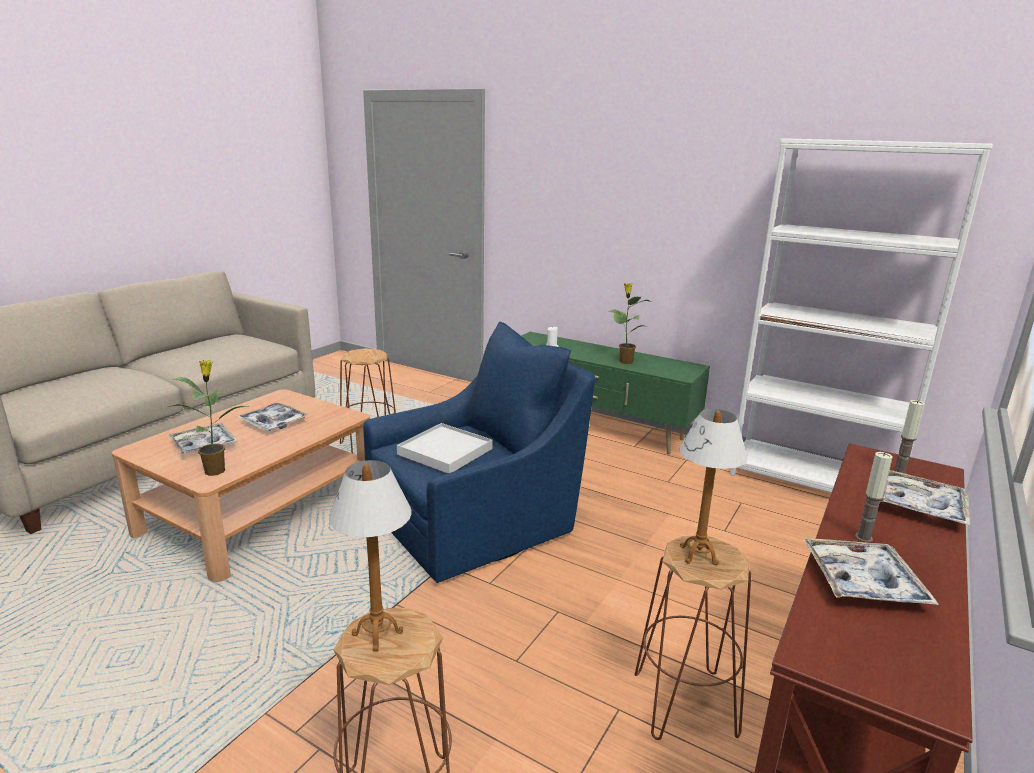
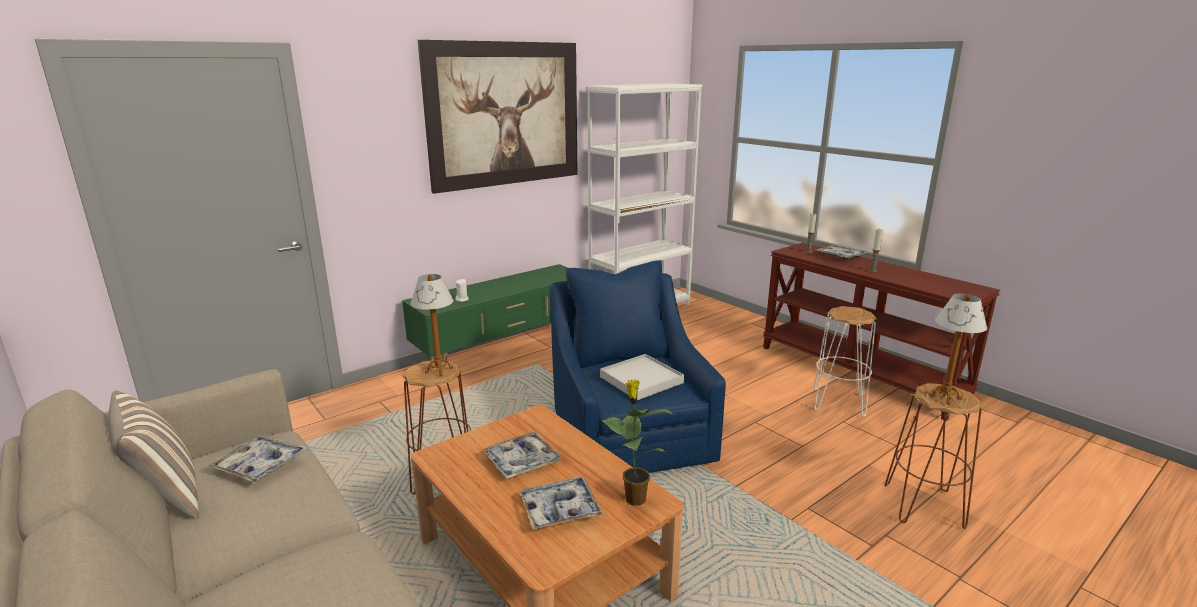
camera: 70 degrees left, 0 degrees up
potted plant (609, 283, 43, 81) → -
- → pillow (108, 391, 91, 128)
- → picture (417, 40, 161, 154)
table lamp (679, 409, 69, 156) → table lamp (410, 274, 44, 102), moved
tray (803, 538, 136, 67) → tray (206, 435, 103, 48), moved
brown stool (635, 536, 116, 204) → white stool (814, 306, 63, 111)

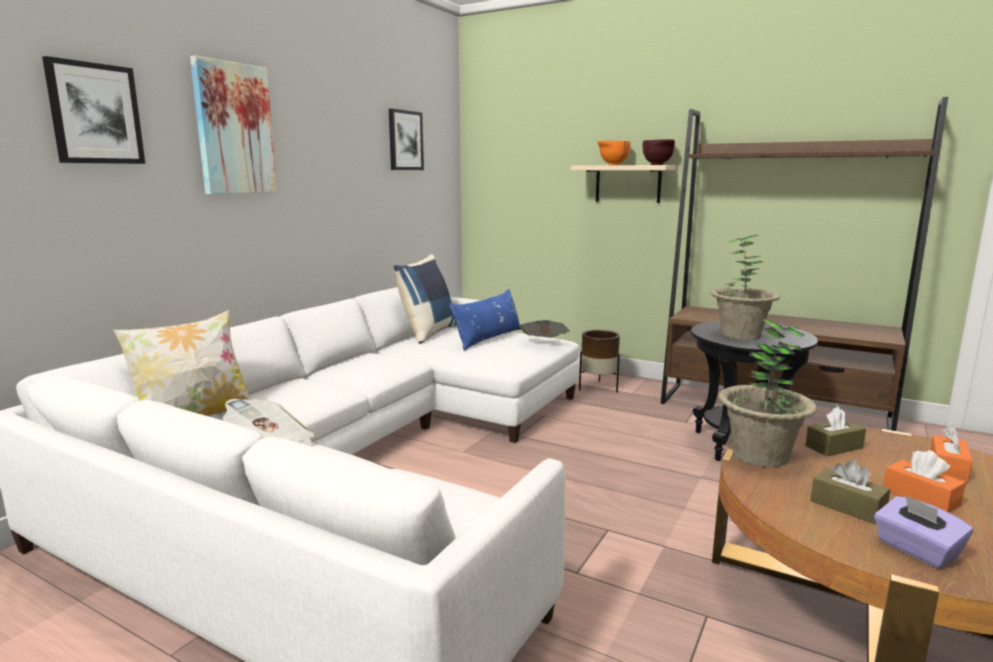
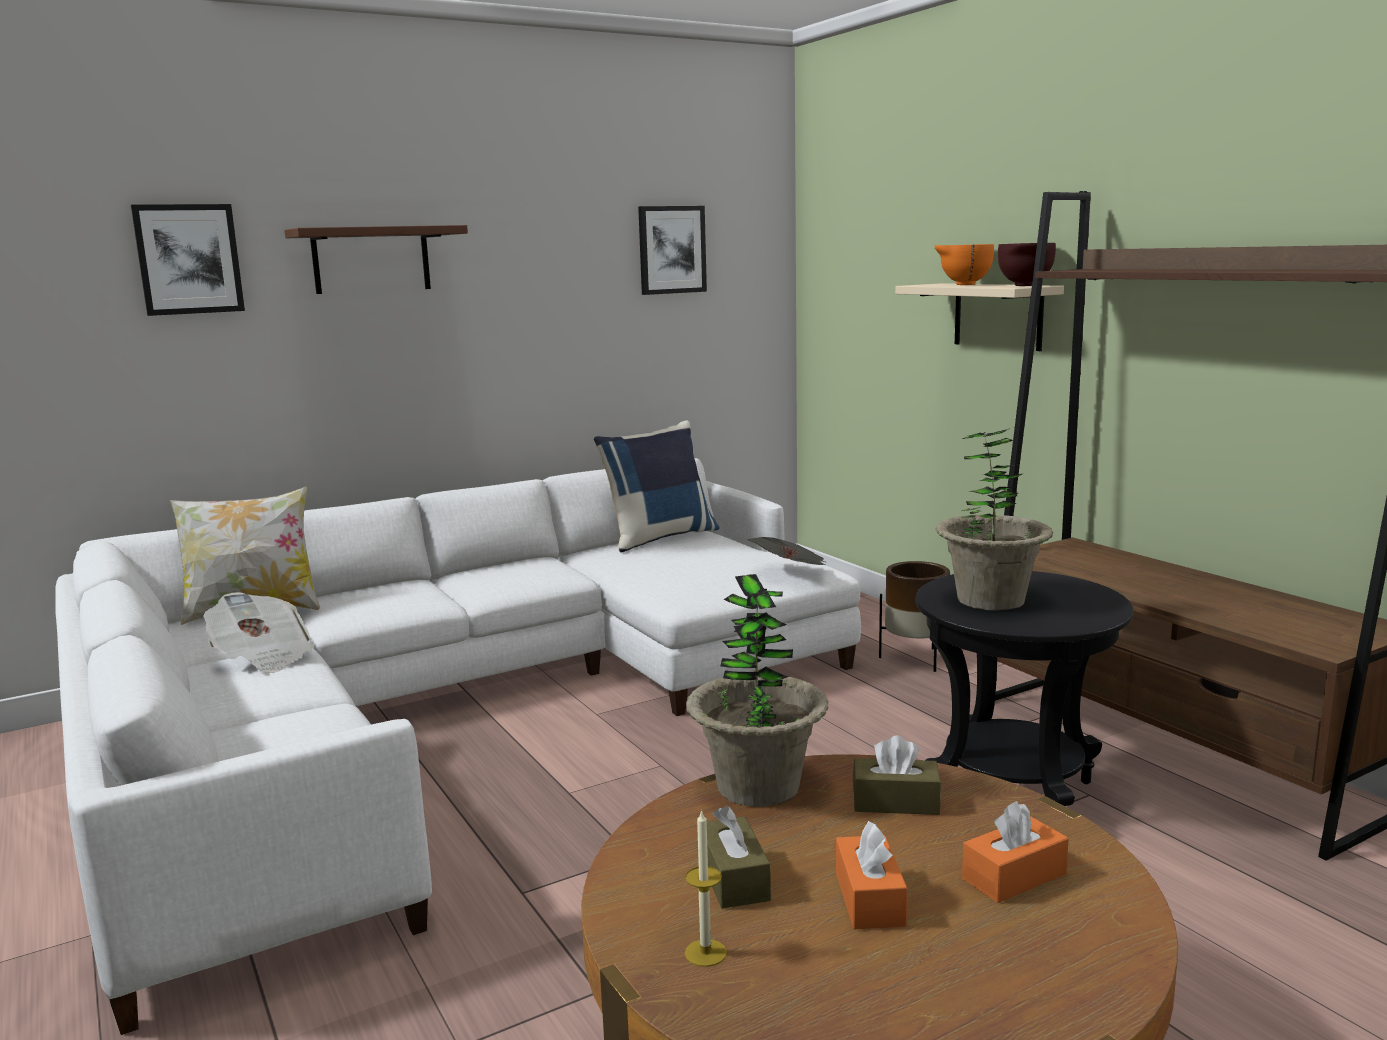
camera: 30 degrees right, 0 degrees up
blue pillow (449, 289, 73, 62) → -
picture (190, 55, 87, 139) → brown shelf (284, 225, 184, 69)
purple tissue box (874, 495, 99, 73) → candle (685, 809, 42, 158)

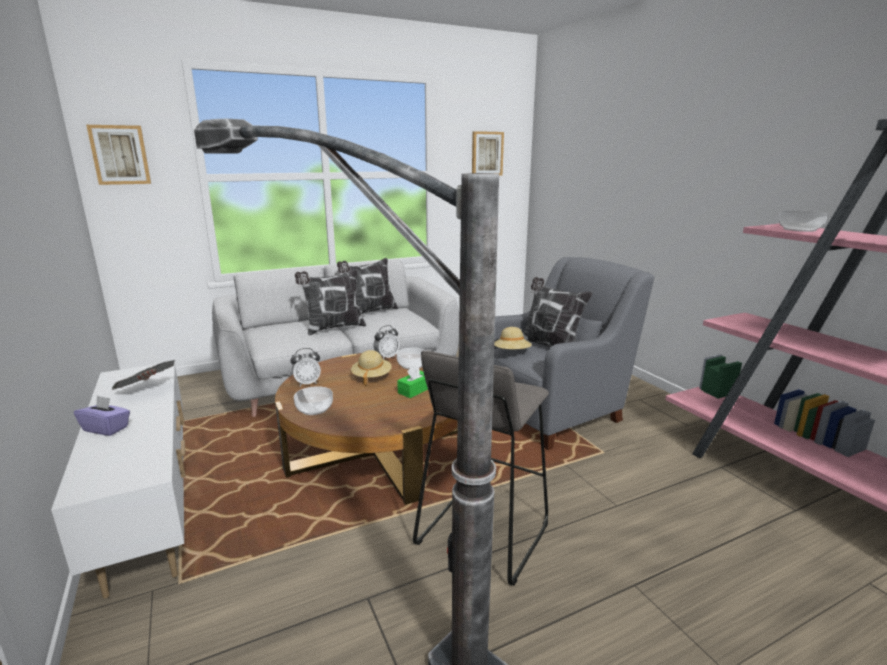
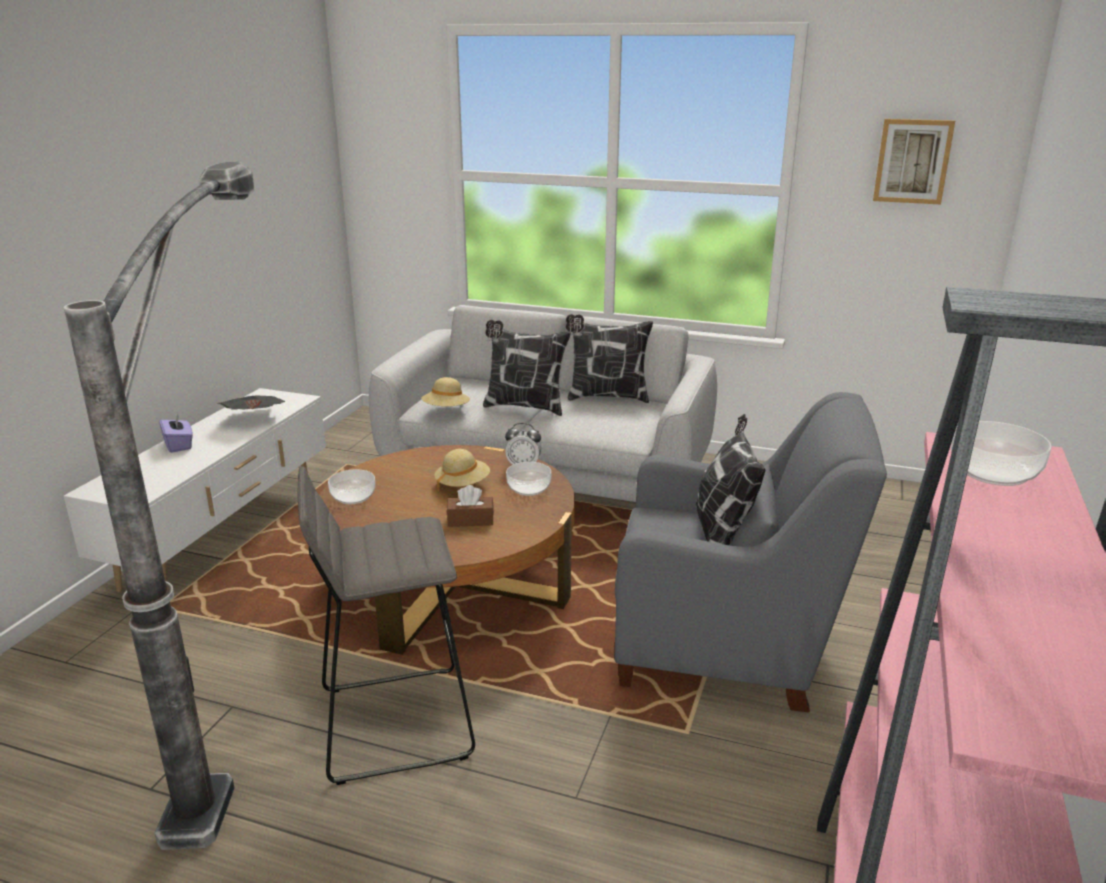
camera: 45 degrees right, 5 degrees up
picture (86, 125, 65, 60) → -
alarm clock (290, 348, 31, 38) → -
beige hat (494, 327, 38, 22) → beige hat (421, 377, 49, 29), moved
green tissue box (397, 364, 31, 34) → brown tissue box (447, 485, 47, 42)

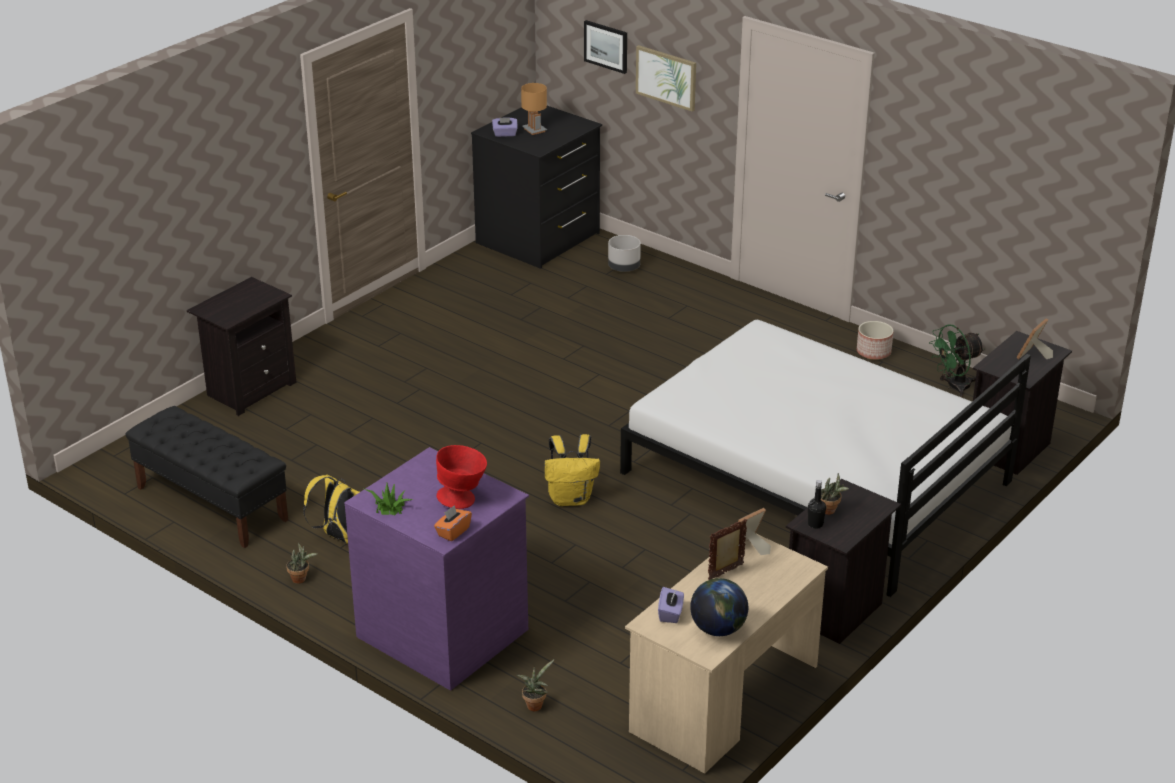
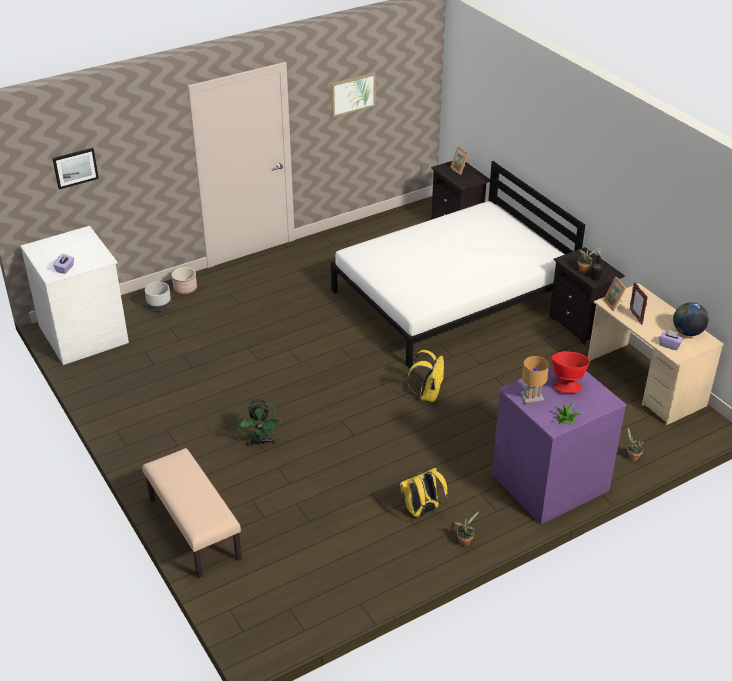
camera: 70 degrees left, 5 degrees up
black bench (126, 406, 162, 142) → -
orange tissue box (434, 505, 38, 36) → -
brown table lamp (521, 83, 26, 52) → brown table lamp (521, 356, 28, 48), moved
picture (636, 45, 60, 67) → picture (331, 72, 45, 45), moved
planter (857, 321, 36, 39) → planter (172, 267, 25, 27), moved
green fan (929, 324, 56, 73) → green fan (238, 398, 42, 48), moved
black nightstand (187, 277, 109, 139) → beige bench (142, 448, 100, 130)
black dresser (471, 106, 131, 163) → white dresser (21, 226, 108, 139)

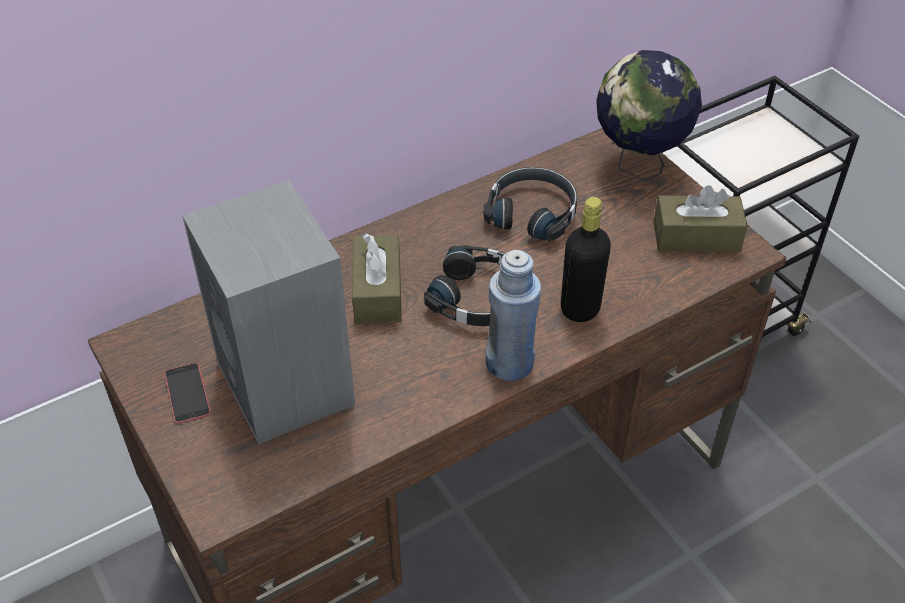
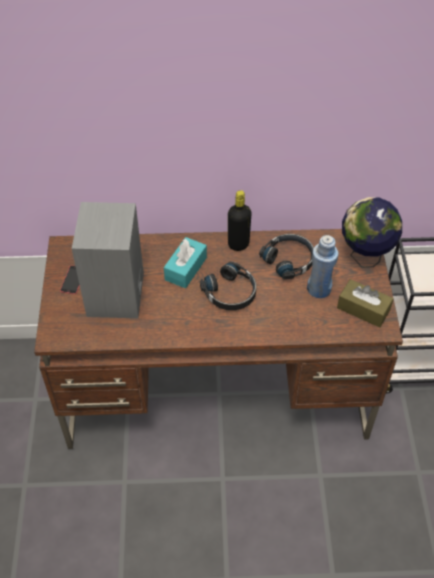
camera: 30 degrees right, 5 degrees up
blue bottle (486, 250, 55, 131) → blue bottle (307, 235, 31, 63), moved
black bottle (561, 197, 50, 125) → black bottle (228, 190, 24, 61), moved
brown tissue box (352, 233, 50, 91) → turquoise tissue box (164, 237, 43, 51)

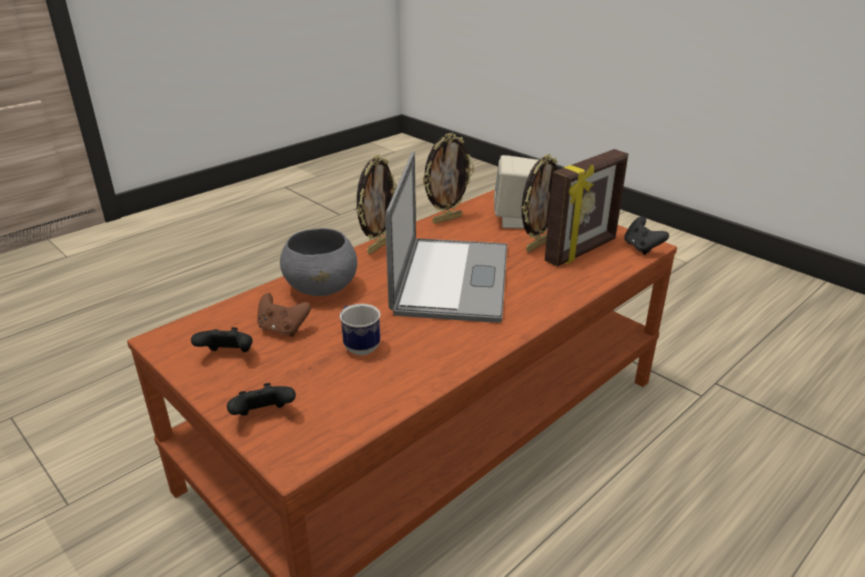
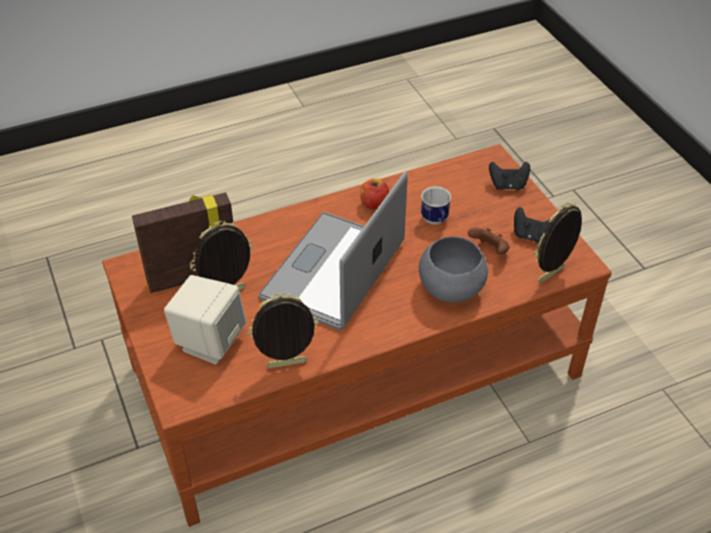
camera: 160 degrees left, 15 degrees up
black game controller (624, 216, 45, 39) → -
- → apple (360, 178, 29, 32)
picture frame (357, 155, 40, 99) → picture frame (534, 202, 48, 81), moved

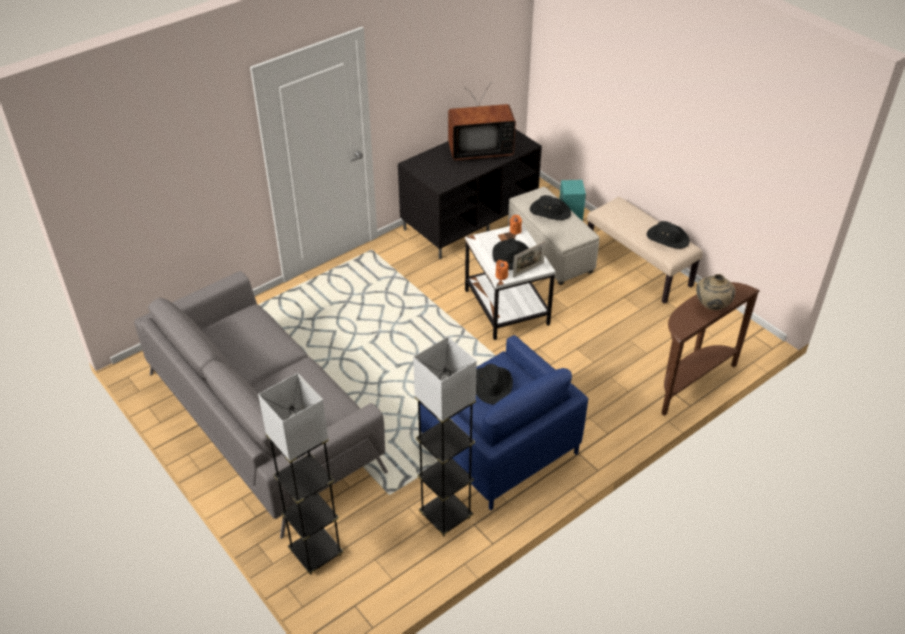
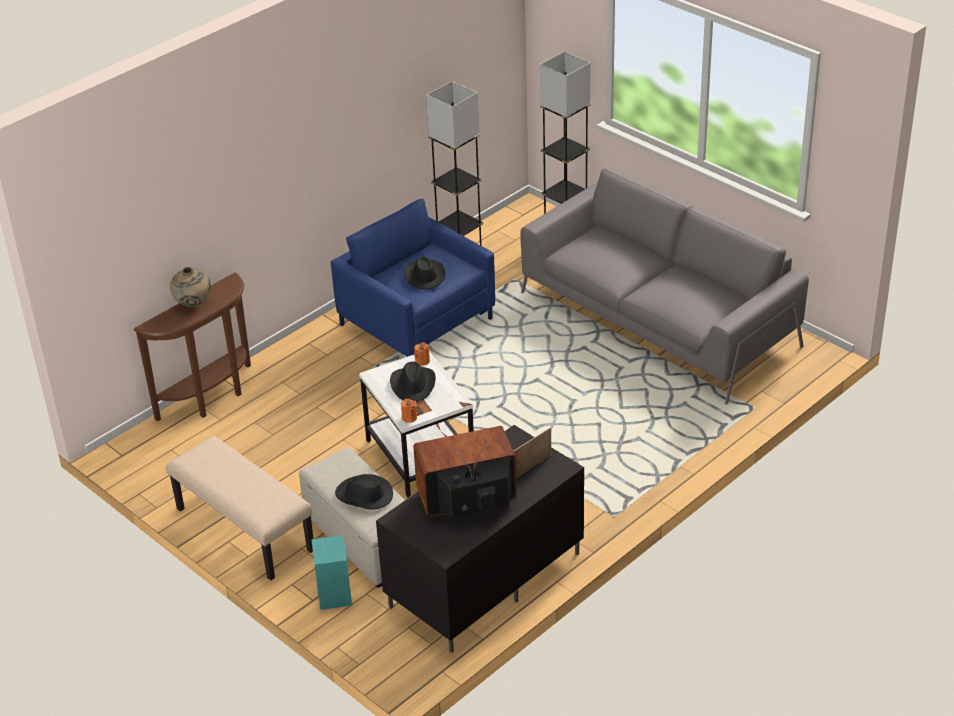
camera: 175 degrees right, 5 degrees down
black hat (647, 221, 43, 28) → -
picture frame (513, 241, 33, 37) → picture frame (514, 427, 37, 51), moved

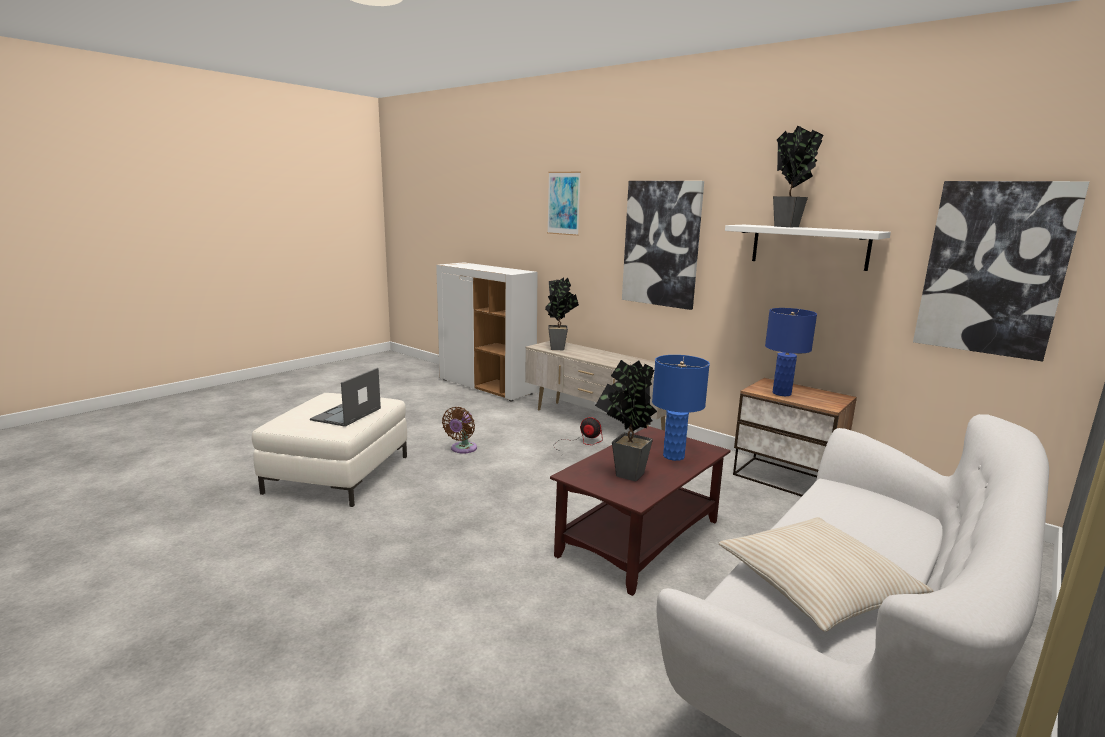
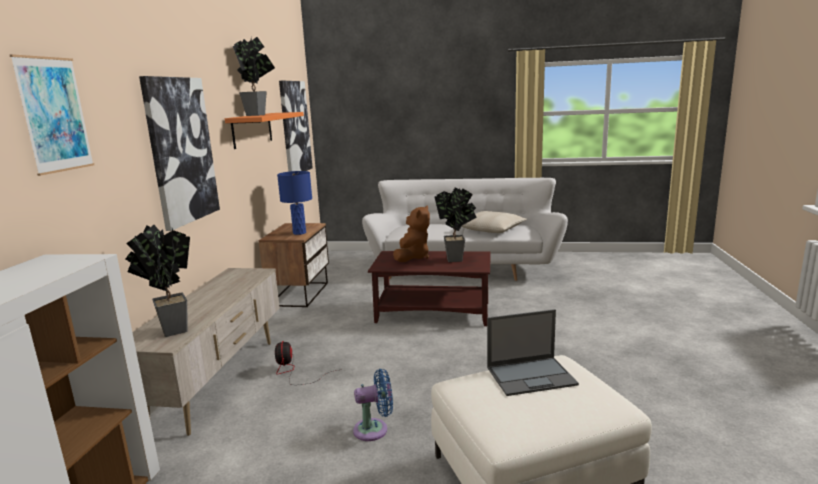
camera: 120 degrees left, 0 degrees up
blue table lamp (652, 355, 58, 106) → brown plush toy (393, 205, 37, 57)
brown fan (442, 407, 35, 47) → blue fan (353, 369, 40, 72)
white shelf (725, 225, 166, 46) → orange shelf (225, 112, 79, 37)

